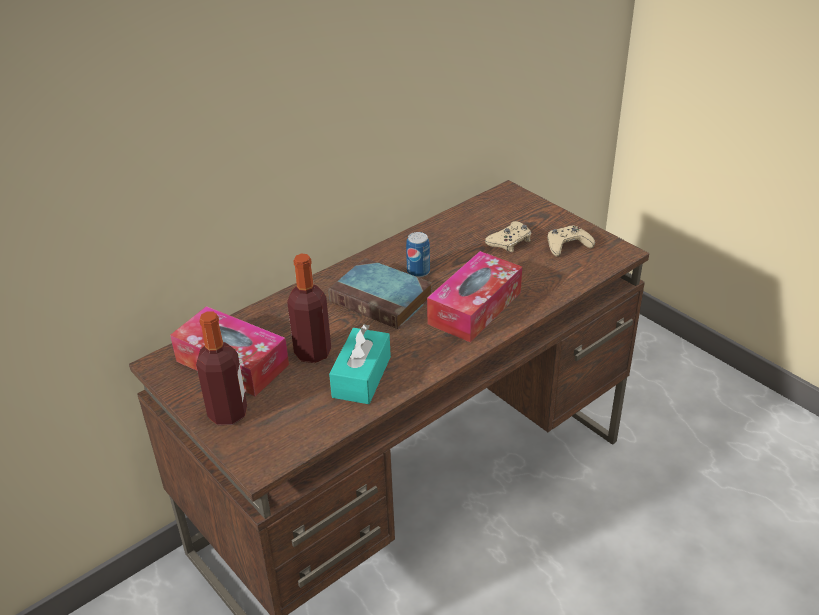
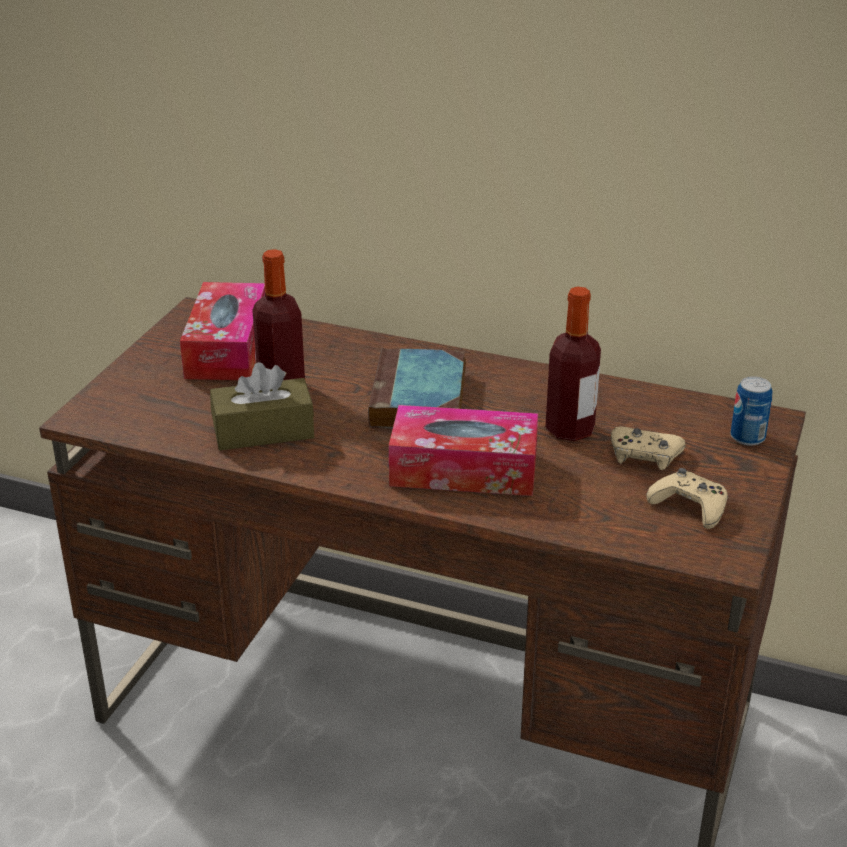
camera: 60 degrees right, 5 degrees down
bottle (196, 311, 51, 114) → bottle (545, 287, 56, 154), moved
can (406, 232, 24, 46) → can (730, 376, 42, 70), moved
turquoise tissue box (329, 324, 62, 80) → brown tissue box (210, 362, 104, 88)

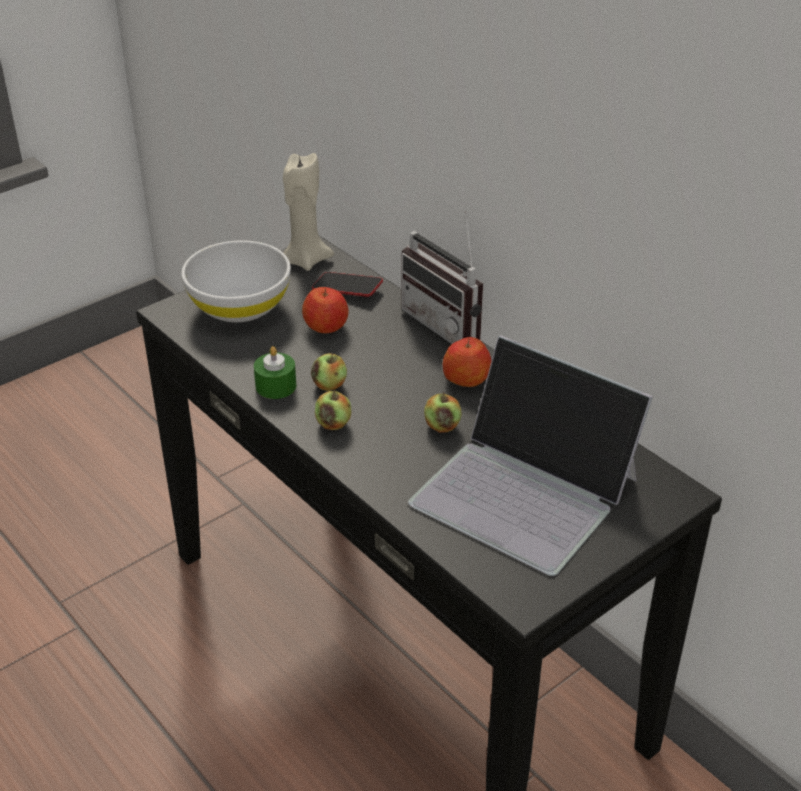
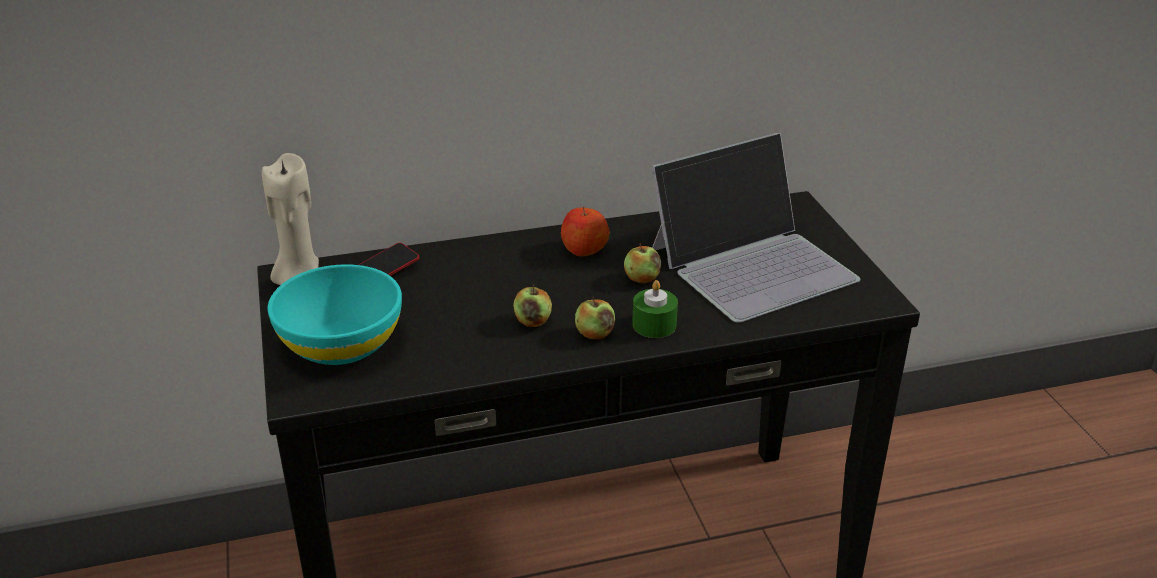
camera: 65 degrees left, 5 degrees down
apple (302, 287, 47, 46) → -
radio (402, 211, 81, 133) → -
green candle (254, 346, 42, 53) → green candle (632, 280, 46, 58), moved
white bowl (181, 240, 110, 82) → turquoise bowl (268, 264, 134, 101)

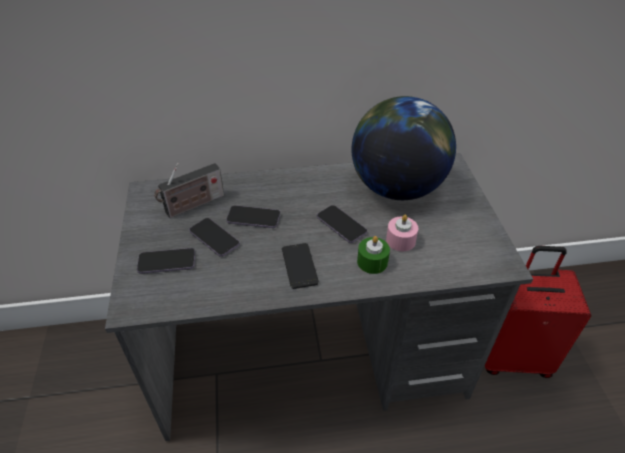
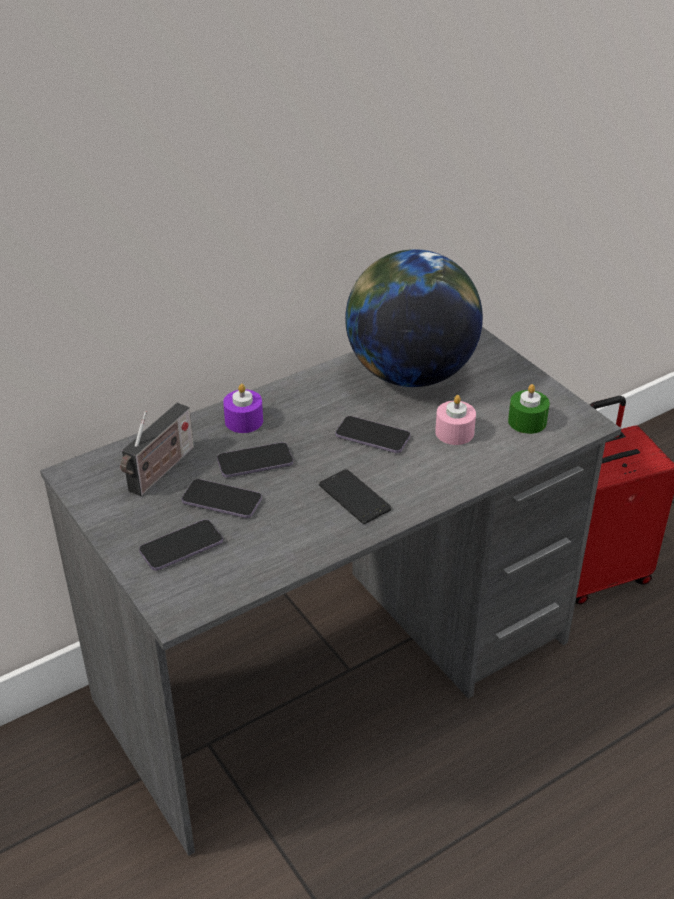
camera: 25 degrees left, 5 degrees down
- → purple candle (223, 384, 40, 49)
green candle (357, 236, 33, 38) → green candle (508, 384, 42, 50), moved

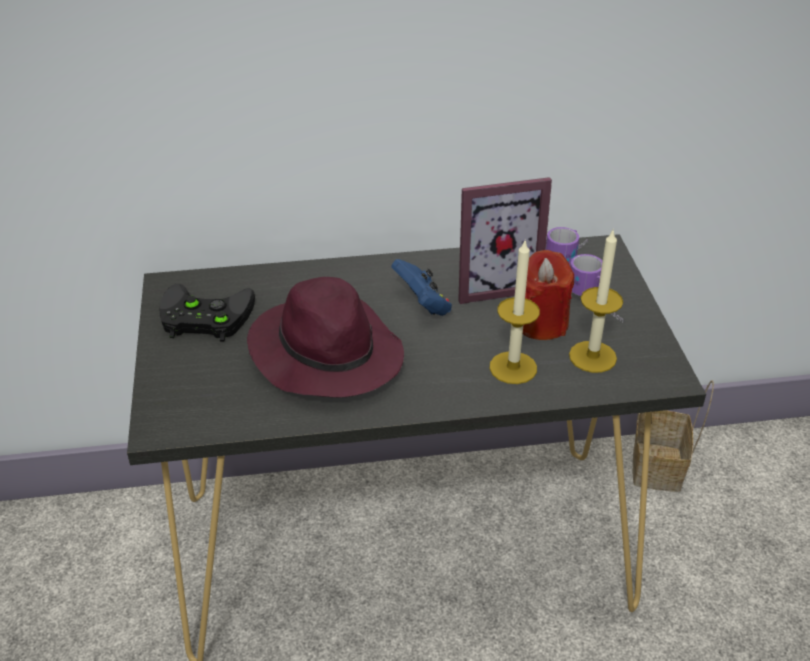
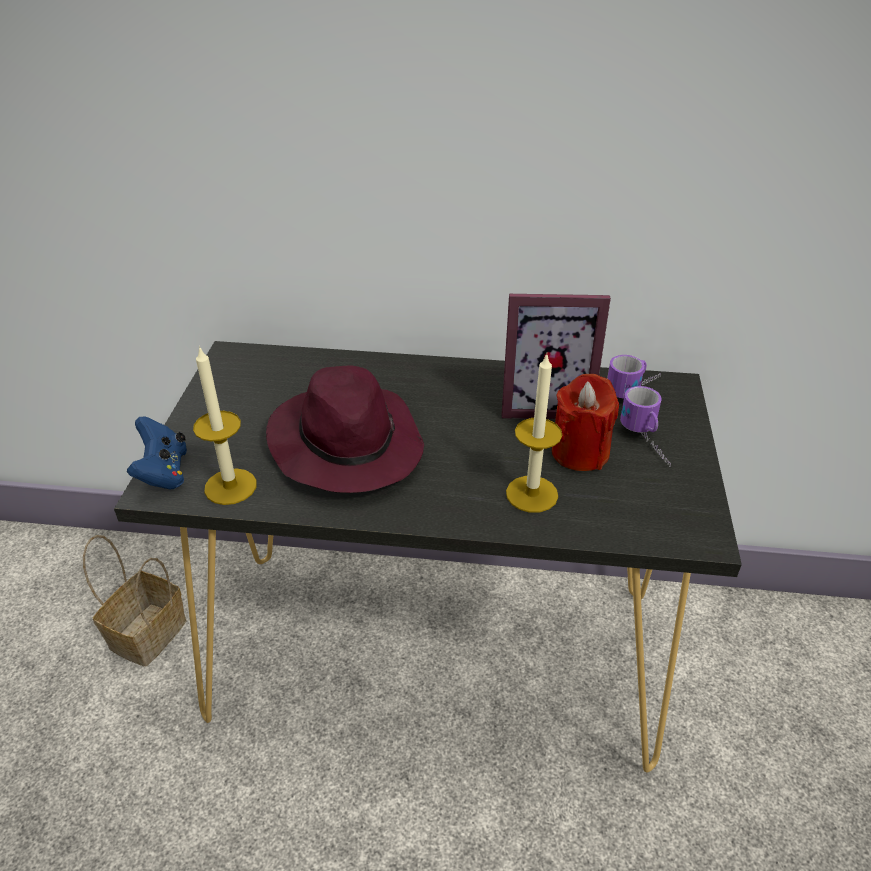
camera: 15 degrees right, 0 degrees up
black game controller (160, 284, 95, 58) → -
blue game controller (391, 259, 61, 57) → blue game controller (127, 417, 60, 72), moved
candle (569, 231, 54, 142) → candle (193, 346, 64, 159), moved
basket (632, 380, 82, 112) → basket (83, 535, 103, 132), moved

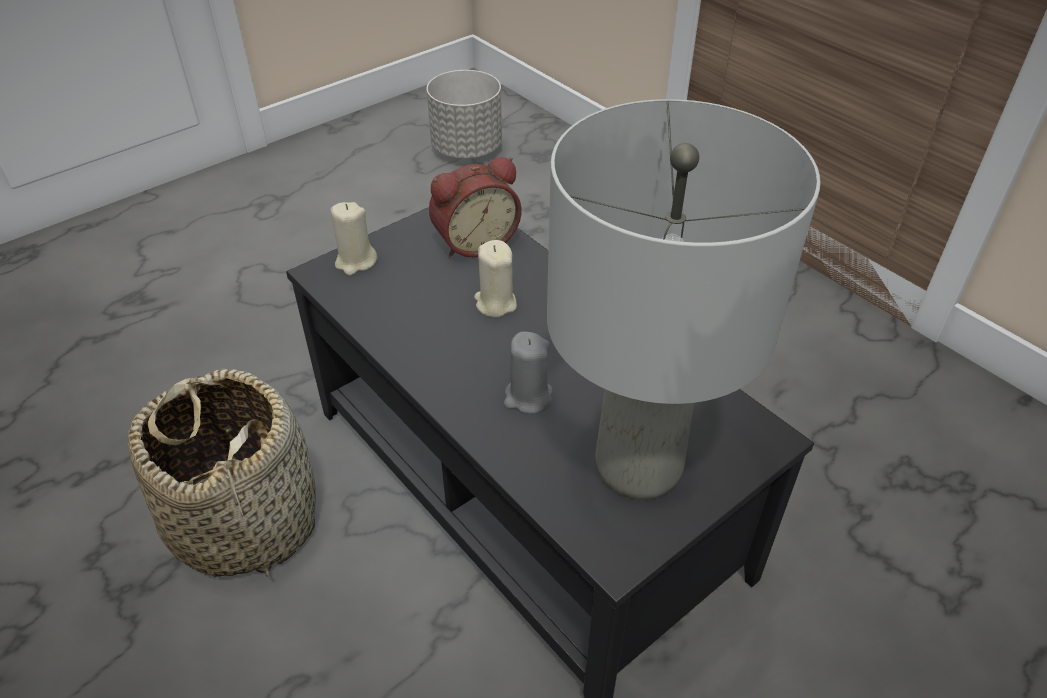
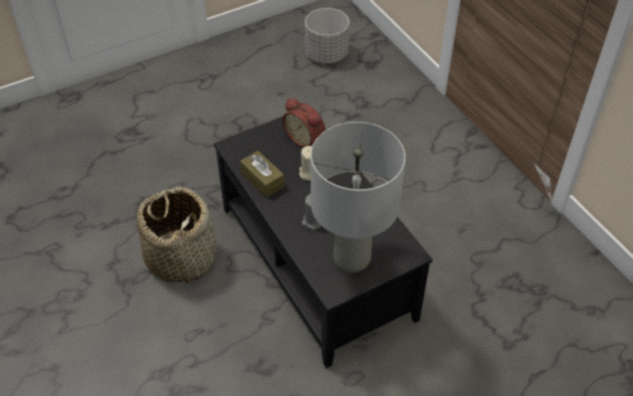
camera: 10 degrees right, 5 degrees up
beige candle (330, 202, 47, 73) → -
- → brown tissue box (240, 151, 44, 47)
alarm clock (429, 157, 92, 101) → alarm clock (282, 98, 43, 50), 60 degrees clockwise

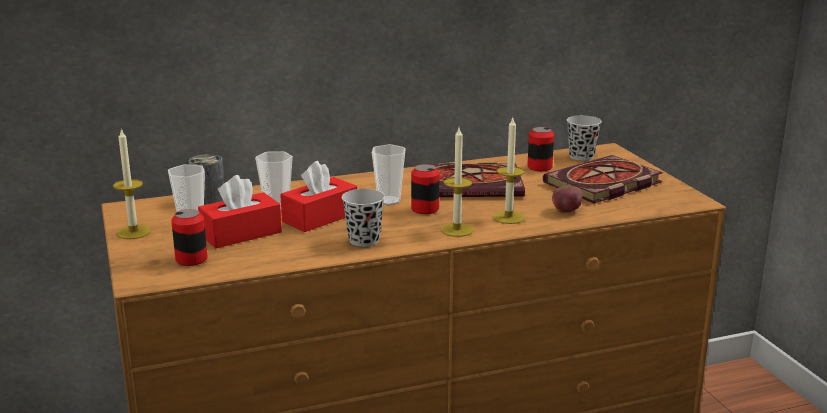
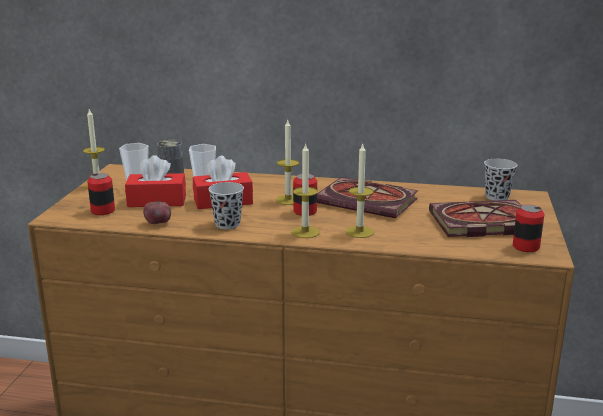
camera: 30 degrees right, 0 degrees up
can (527, 127, 27, 44) → can (513, 205, 32, 47), moved
apple (552, 182, 30, 31) → apple (143, 198, 28, 26), moved
cup (372, 144, 34, 61) → candle (276, 120, 23, 85)

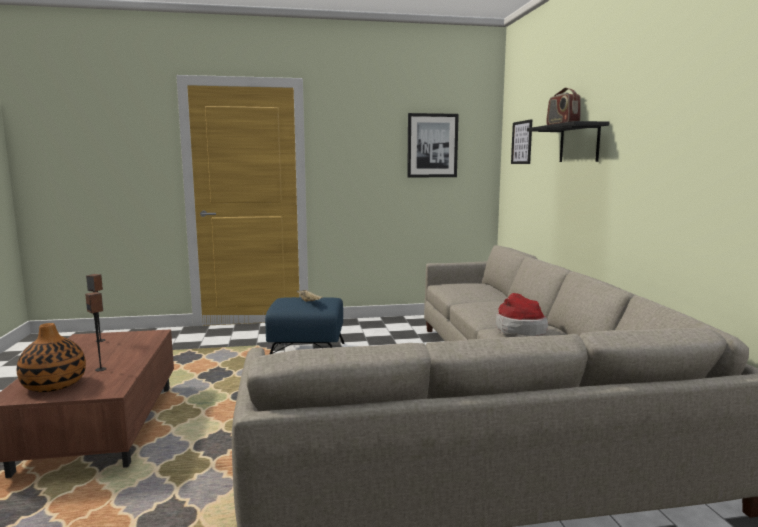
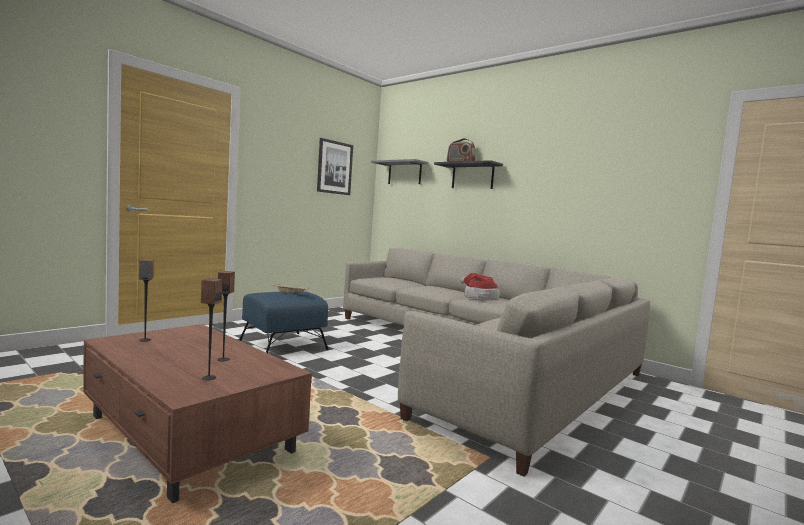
camera: 40 degrees left, 5 degrees down
vase (17, 323, 69, 69) → speaker (201, 278, 21, 102)
picture (511, 119, 21, 45) → grey shelf (371, 159, 57, 25)

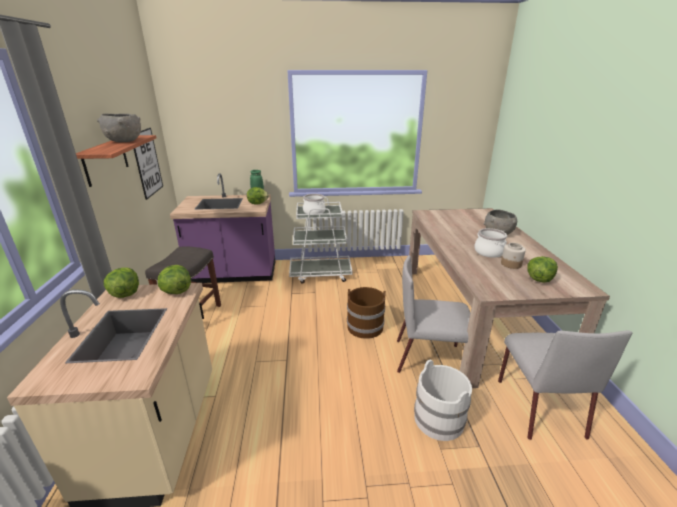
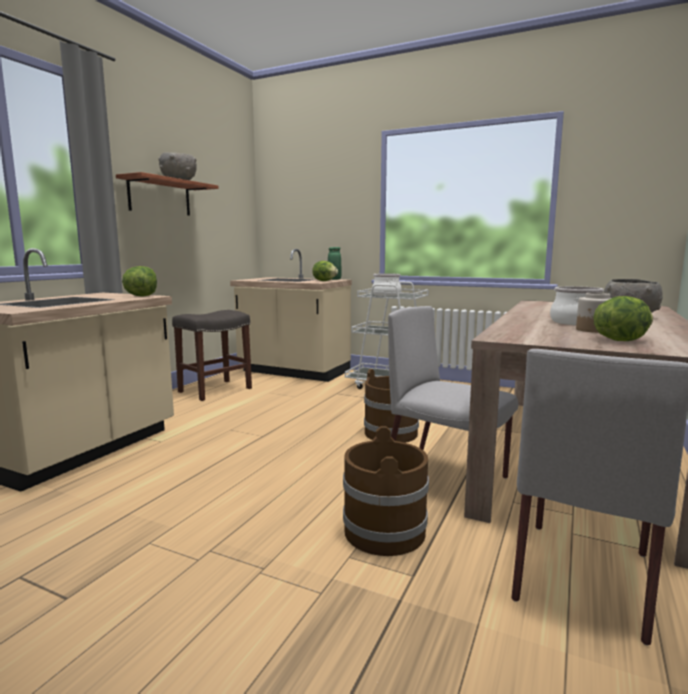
camera: 30 degrees right, 15 degrees down
lettuce (104, 267, 35, 31) → -
picture (134, 128, 29, 72) → -
purple counter (170, 173, 105, 110) → beige counter (230, 249, 122, 133)
white bucket (414, 359, 58, 82) → brown bucket (343, 426, 86, 130)

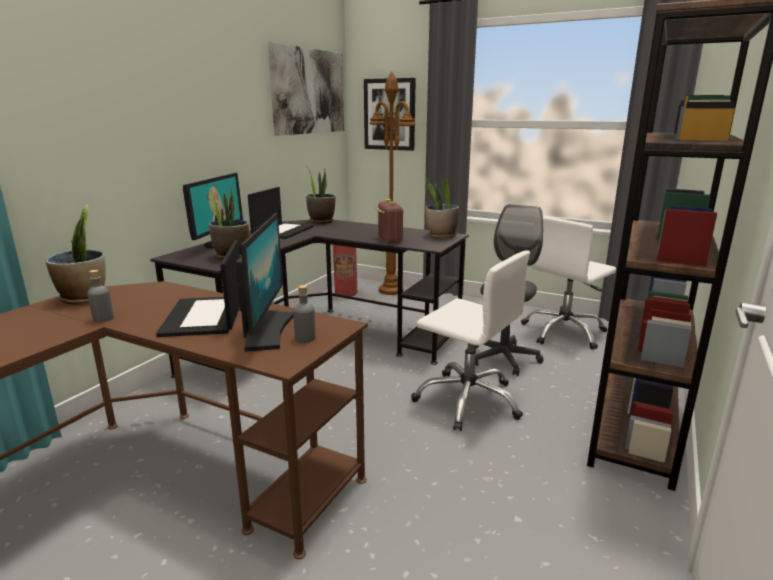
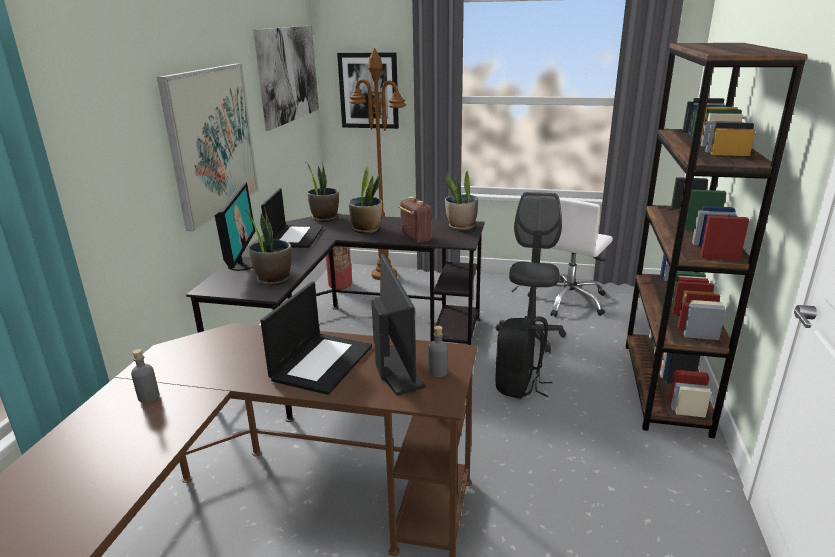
camera: 15 degrees left, 5 degrees up
- → picture (157, 63, 102, 168)
potted plant (46, 204, 60, 100) → potted plant (349, 166, 33, 68), moved
grey bottle (87, 270, 27, 52) → grey bottle (131, 349, 28, 54), moved
white office chair (411, 250, 119, 181) → black backpack (495, 316, 57, 83)
laptop (156, 240, 84, 97) → laptop (260, 282, 112, 113), 135 degrees counterclockwise

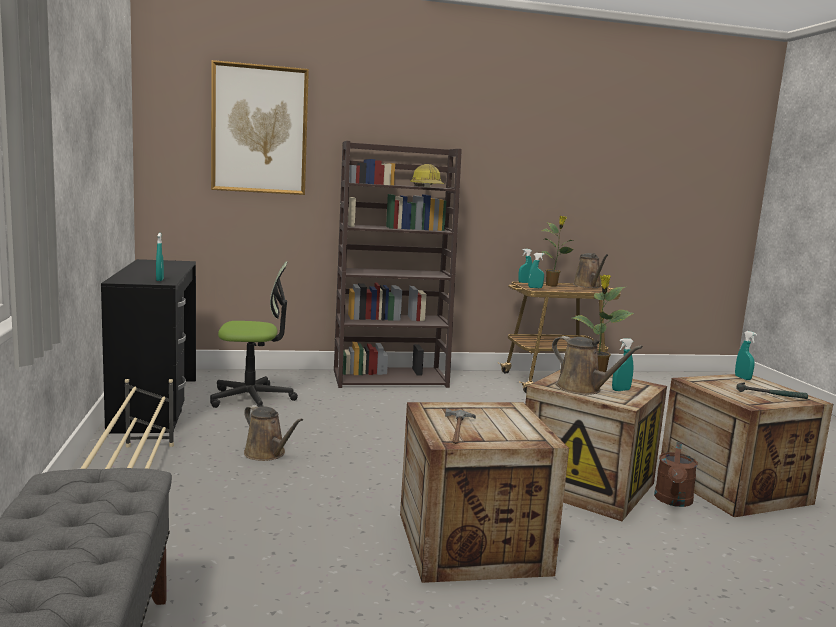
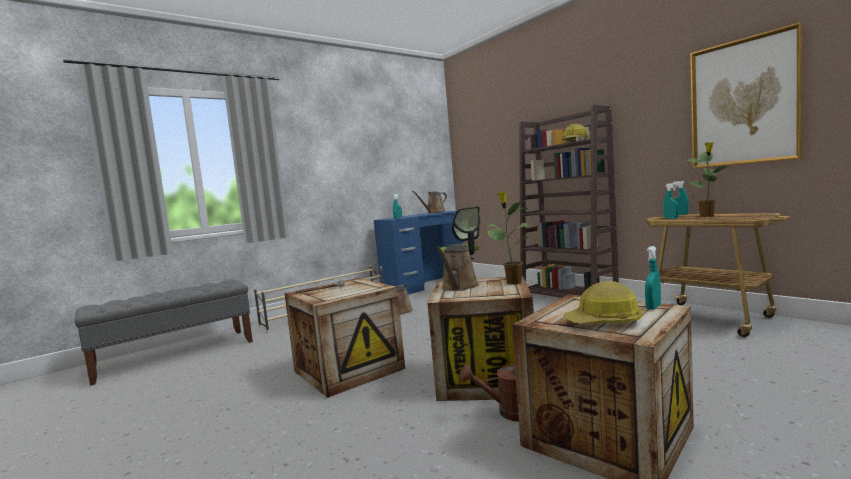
camera: 65 degrees right, 5 degrees down
turquoise spray bottle (612, 338, 22, 53) → -
picture (211, 60, 98, 135) → picture (690, 22, 113, 146), moved
brown watering can (573, 253, 35, 35) → brown watering can (412, 191, 35, 23), moved
hammer (736, 382, 72, 17) → hard hat (563, 281, 80, 43)
black desk (101, 259, 95, 175) → blue desk (374, 211, 90, 83)

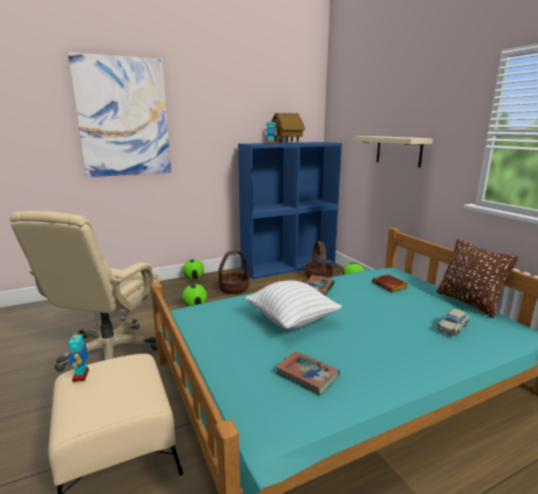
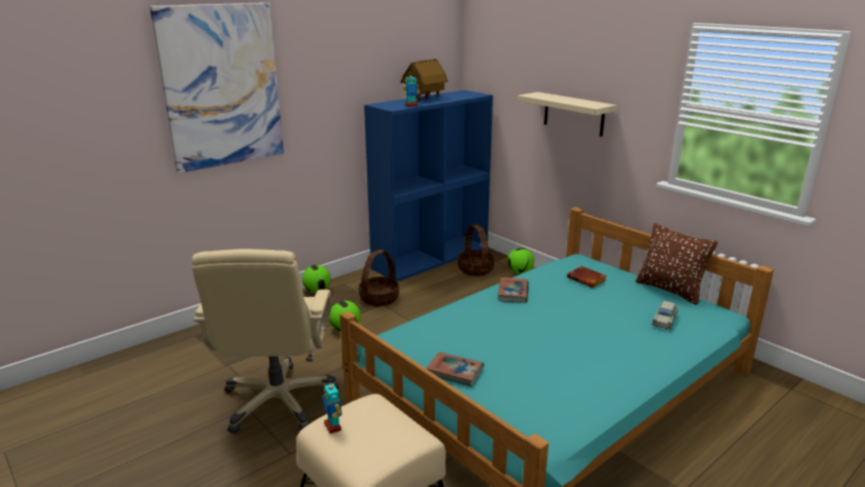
camera: 15 degrees left, 5 degrees up
white pillow (245, 280, 97, 50) → -
book (276, 351, 64, 45) → book (426, 352, 58, 35), moved

